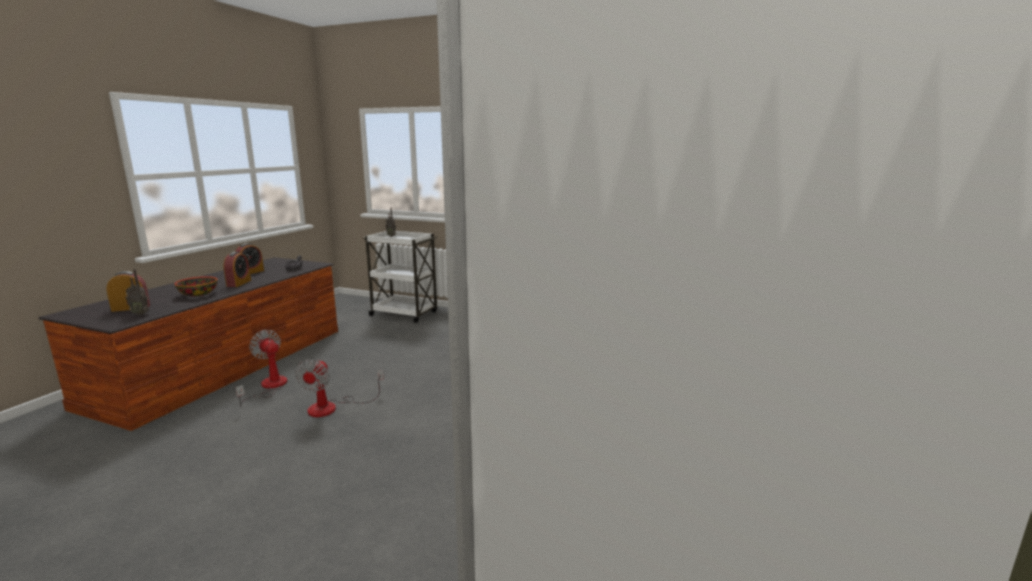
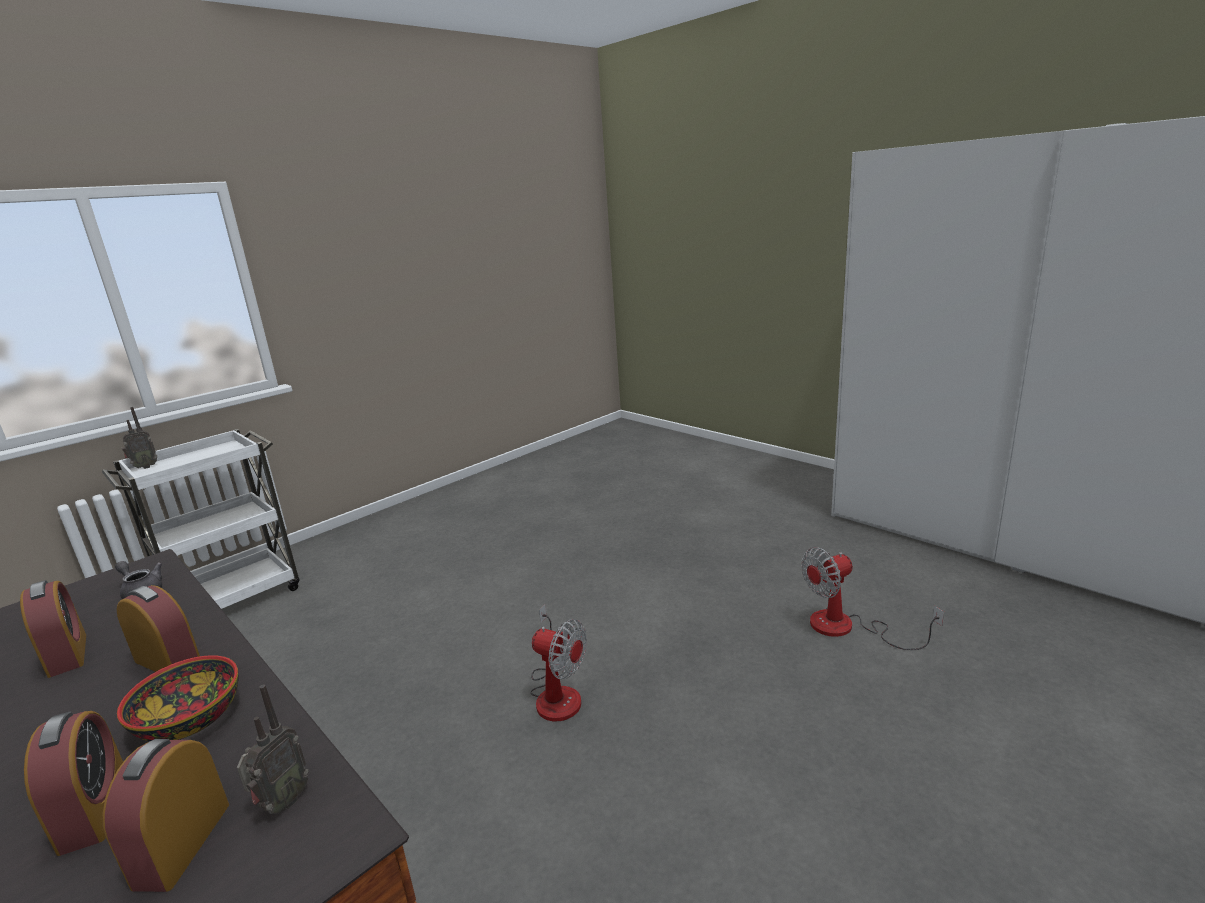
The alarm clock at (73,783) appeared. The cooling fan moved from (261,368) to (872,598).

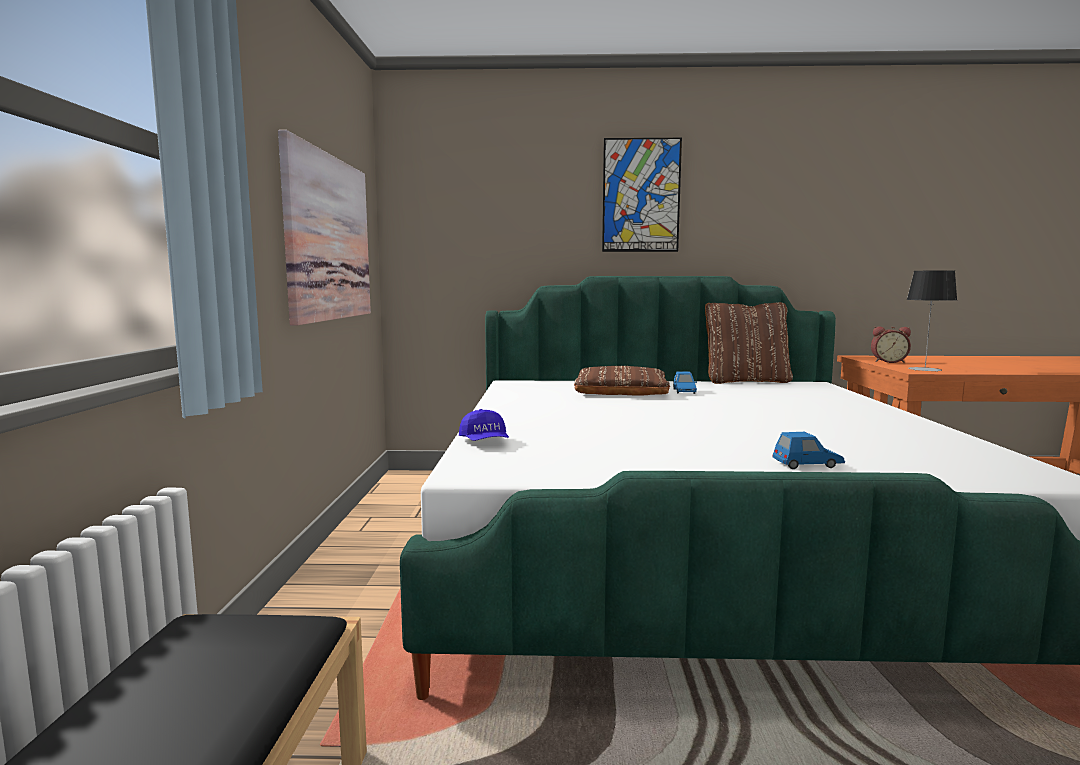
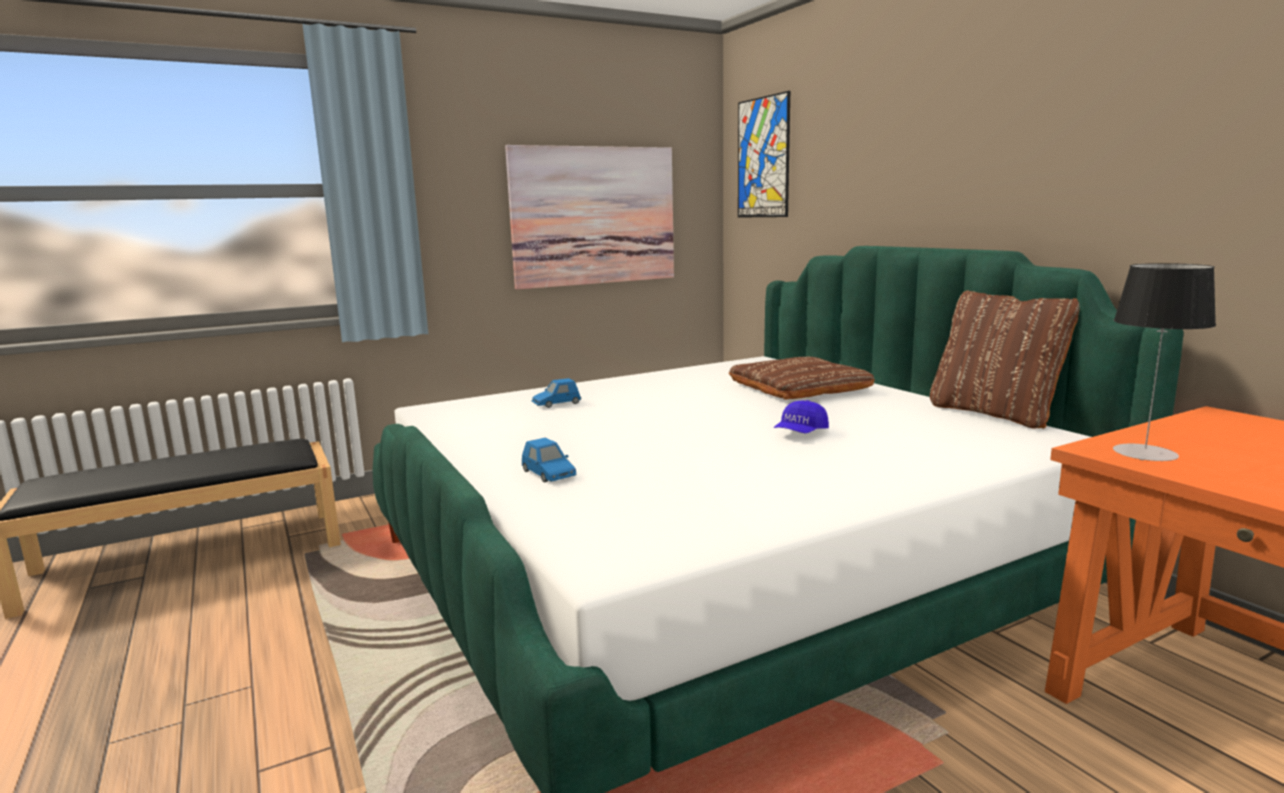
The alarm clock at (891,344) disappeared. The blue baseball cap moved from (484,425) to (801,416). The wall art moved from (642,195) to (764,154). The blue model car moved from (685,383) to (556,393).

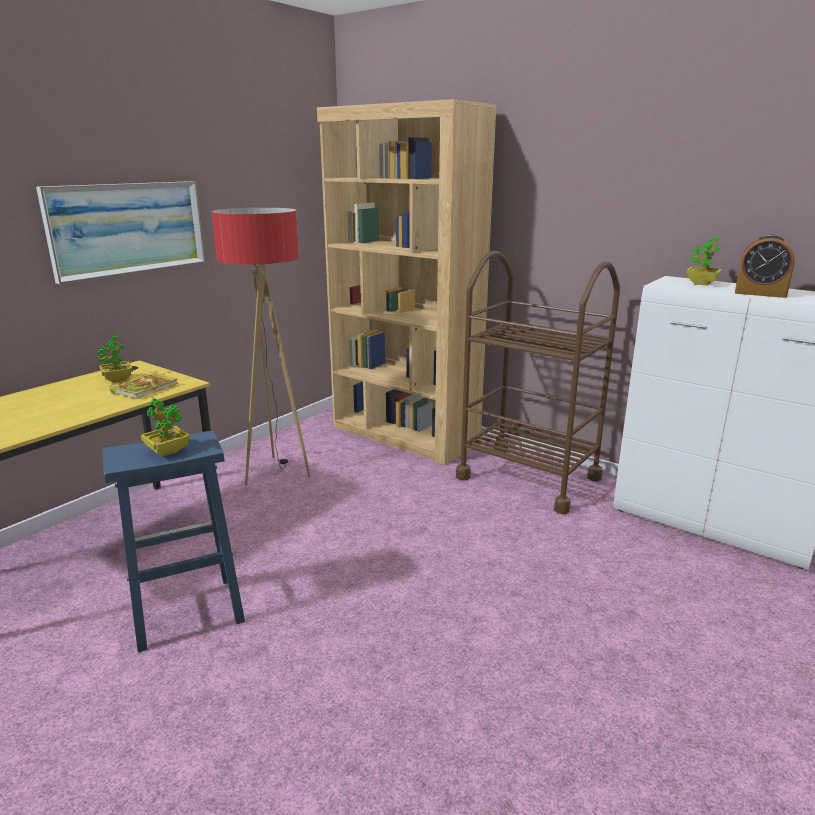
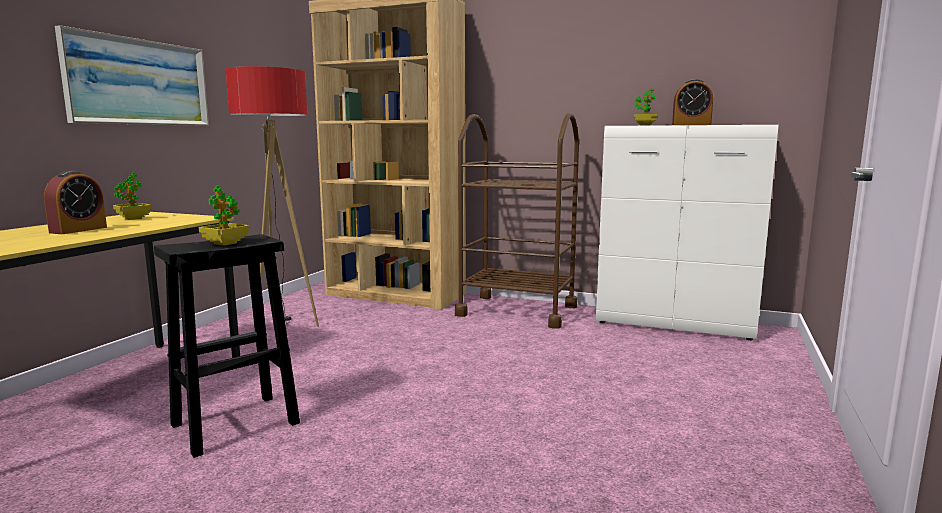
The book at (143,385) disappeared. The alarm clock at (75,202) appeared. The blue stool seat at (174,541) became the blackish stool seat at (227,346).

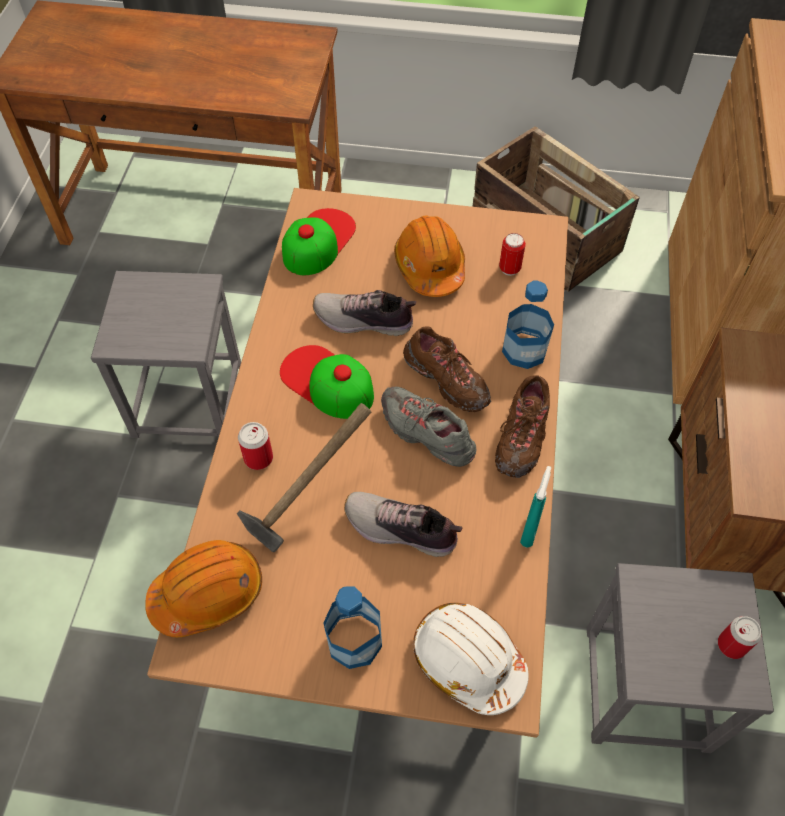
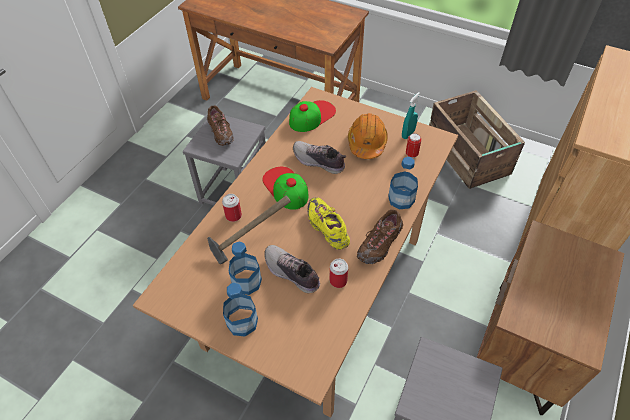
The orange-coloured safety helmet at (203,588) disappeared. The white-coloured safety helmet at (471,659) disappeared. The drink bottle at (245,268) appeared. The brown-coloured low shoe moved from (447,369) to (220,126). The blue-green sprayer moved from (535,506) to (411,115). The metal can moved from (740,637) to (339,273). The gray low shoe at (428,427) became the yellow-coloured low shoe at (328,223).

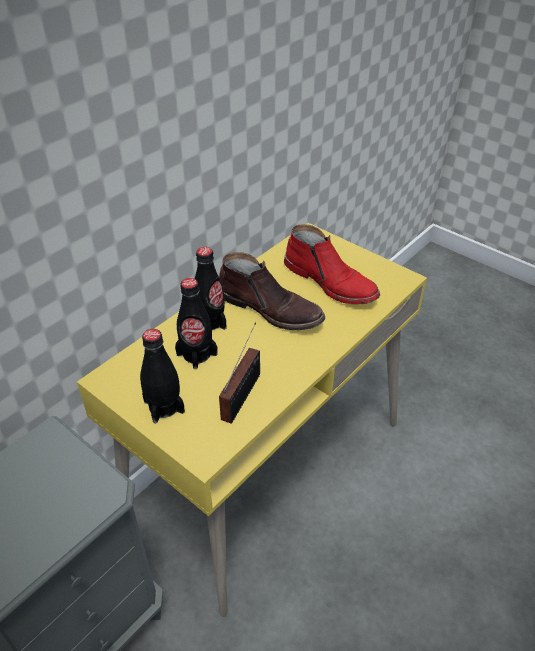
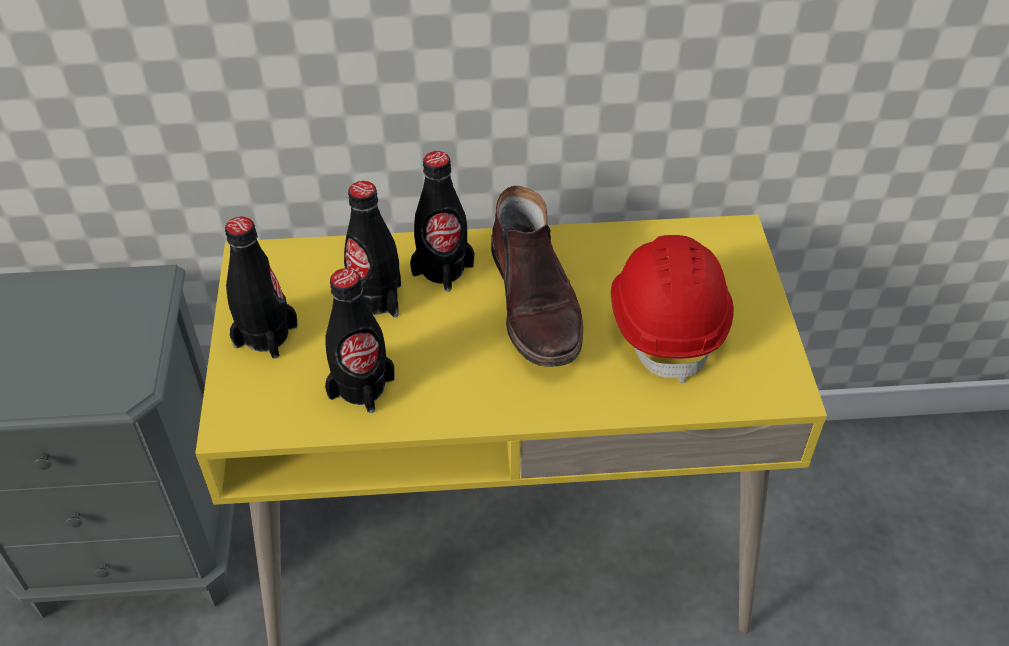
The radio receiver at (239,373) was replaced by the blackish drink bottle at (360,340). The red high-top boot at (332,264) was replaced by the red safety helmet at (672,309).

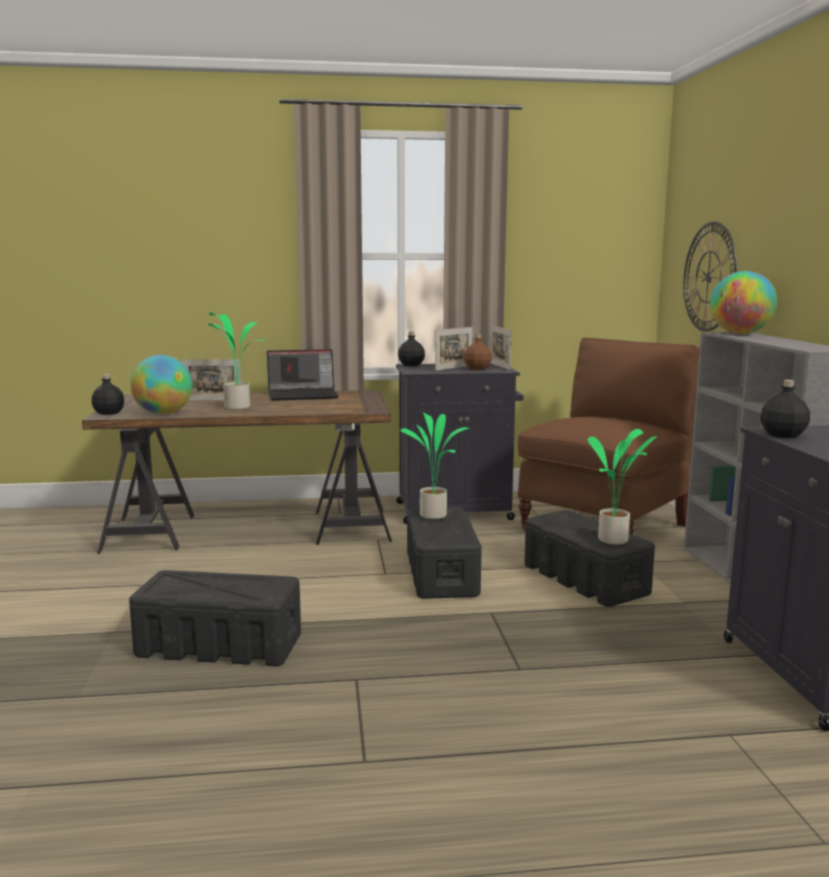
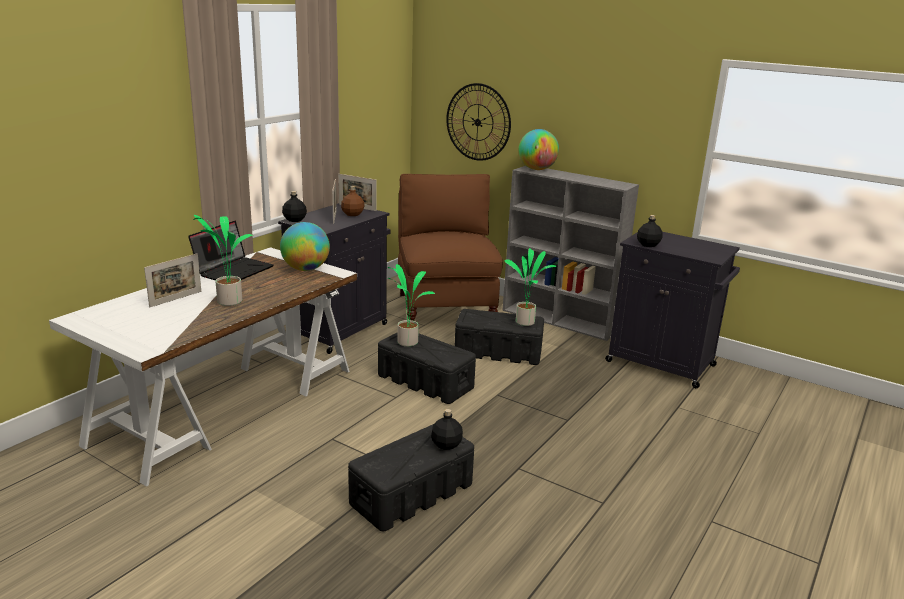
The blackish drink bottle moved from (108,394) to (447,429). The world globe moved from (161,384) to (305,246). The brown-coloured desk at (237,472) became the white-coloured desk at (203,367).

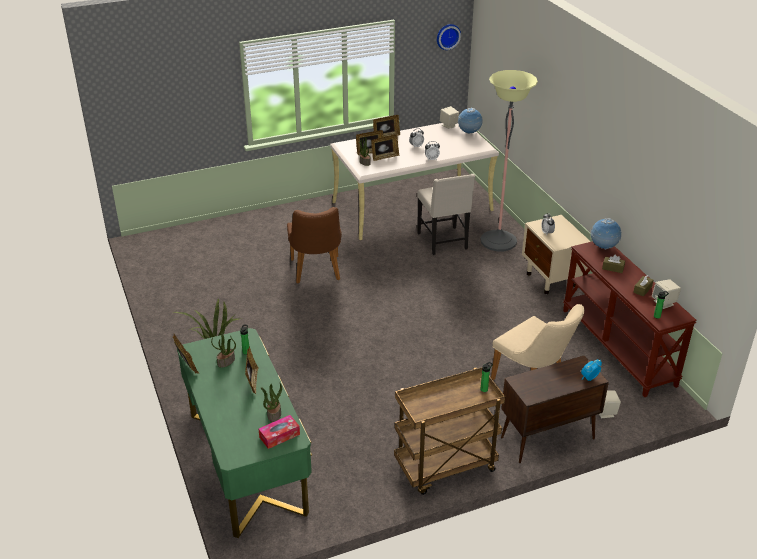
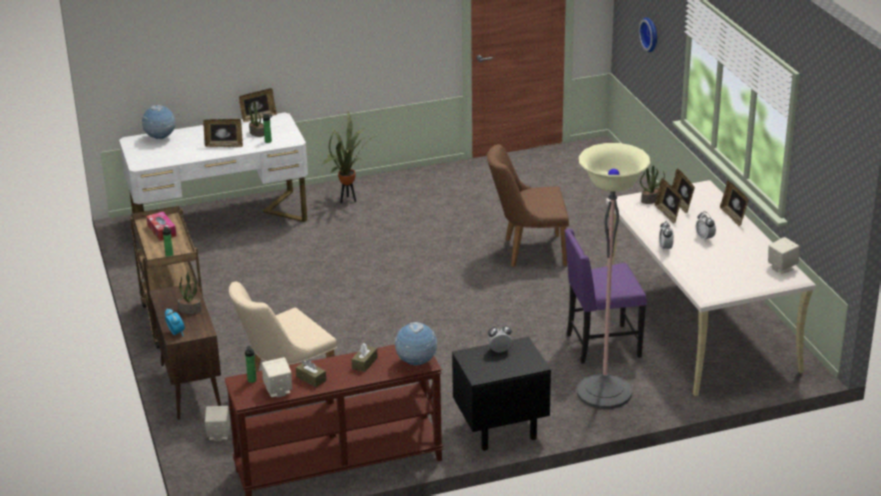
The tissue box moved from (279,432) to (161,226). The potted plant moved from (271,402) to (190,293). The hanging clock moved from (449,37) to (648,34). The world globe moved from (470,121) to (159,122). The green desk at (244,433) became the white-coloured desk at (213,167). The beige-coloured upright chair at (446,214) became the purplish upright chair at (605,296). The beige-coloured bedside table at (556,254) became the blackish bedside table at (501,393).

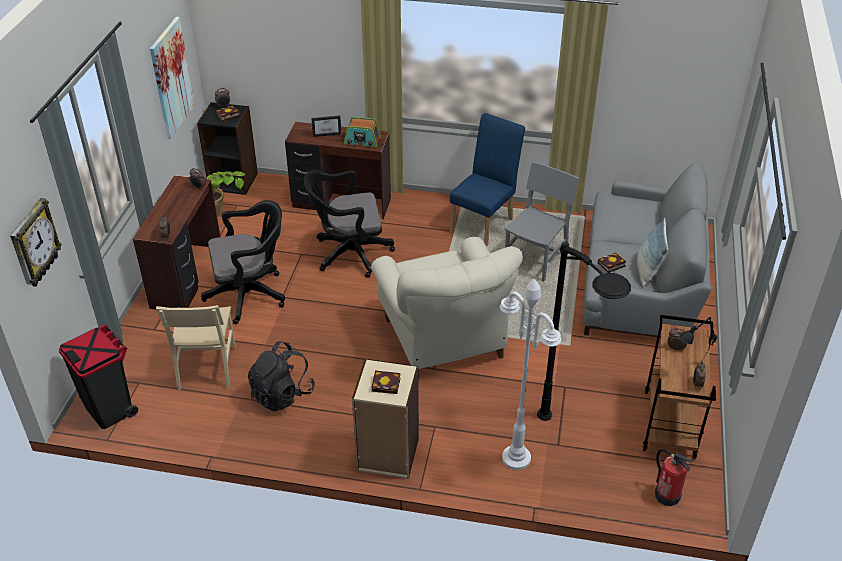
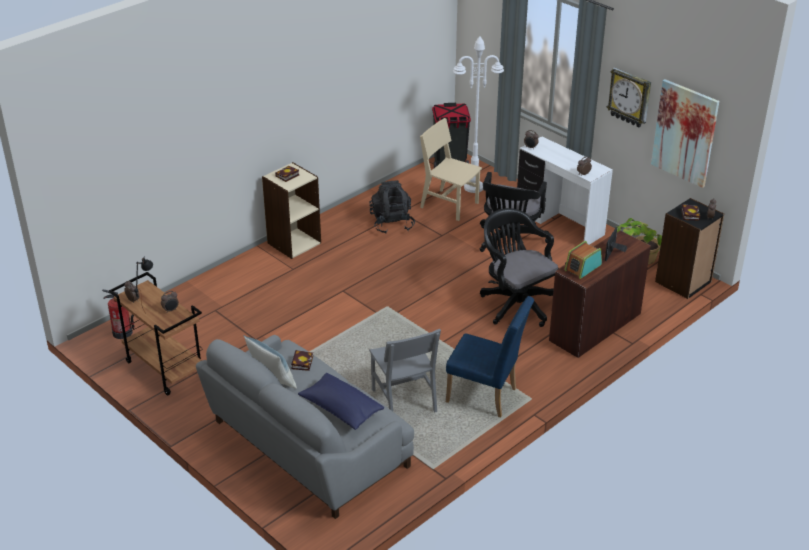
The beige-coloured easy chair at (447,303) disappeared. The blackish floor lamp at (584,331) disappeared. The blue pillow at (341,401) appeared. The hanging clock moved from (36,242) to (629,97). The white-coloured floor lamp moved from (530,374) to (478,114). The brown-coloured desk at (176,242) became the white-coloured desk at (565,190). The blackish desk chair at (349,224) turned 60 degrees counterclockwise. The blue upright chair at (487,179) turned 45 degrees counterclockwise.

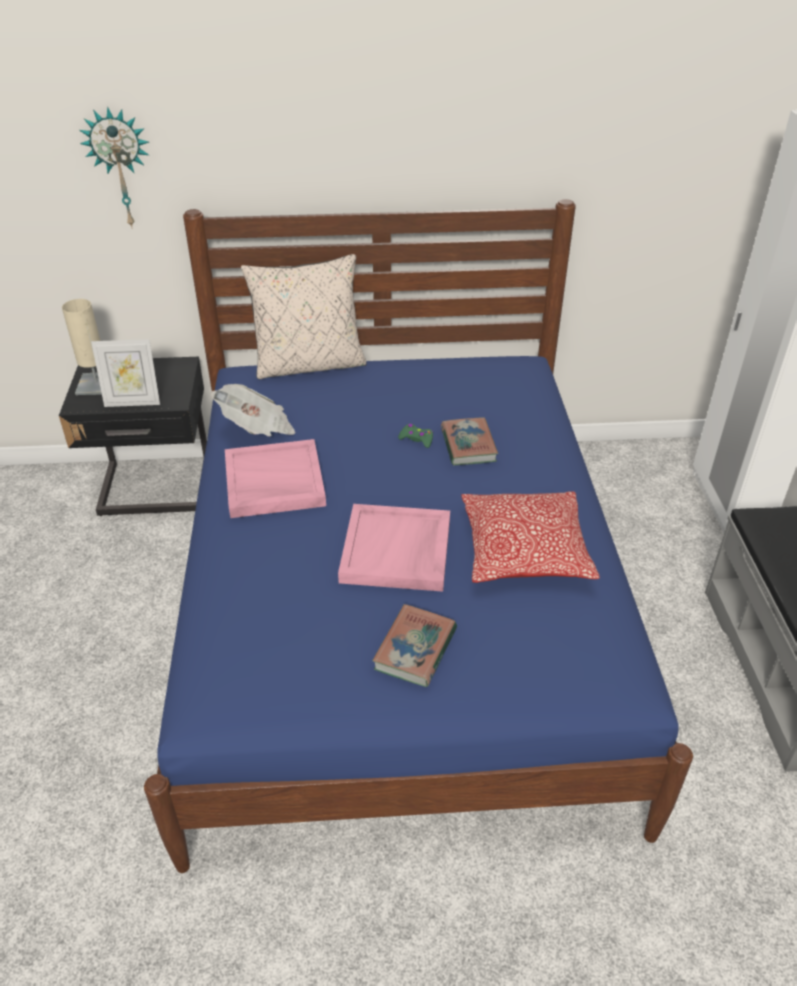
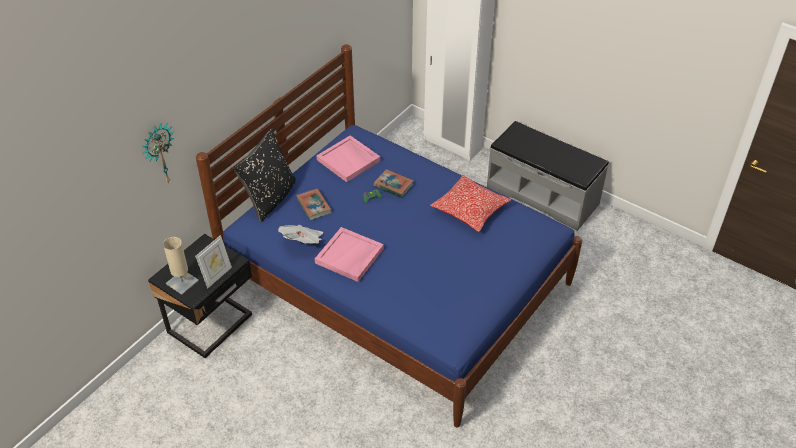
The pinkish carrying tray moved from (394,548) to (348,158). The book moved from (414,645) to (314,204). The beige-coloured pillow at (304,316) became the blackish pillow at (264,175).

